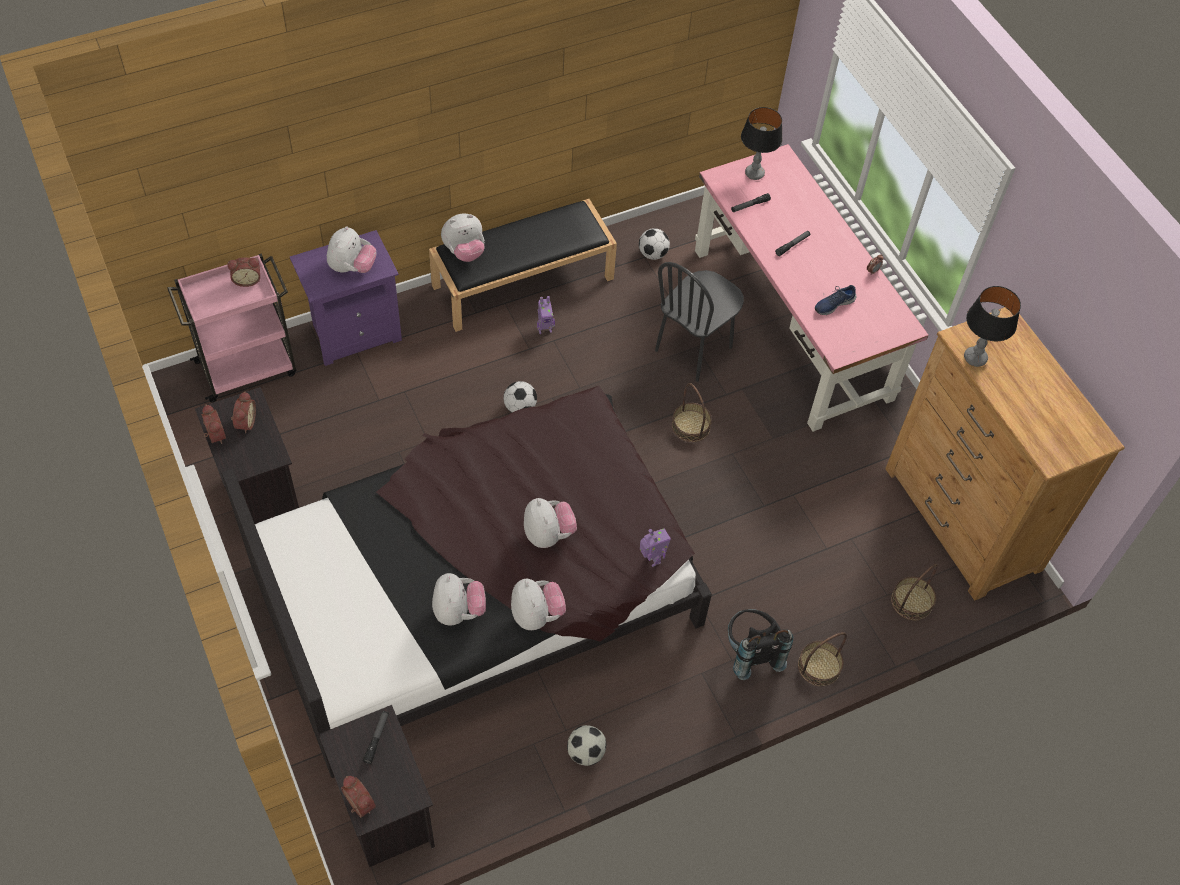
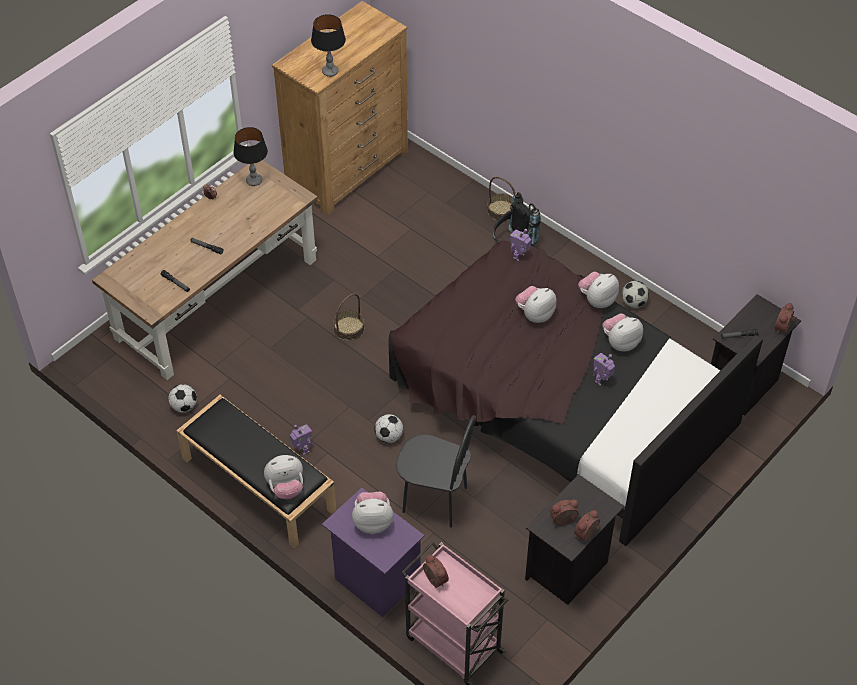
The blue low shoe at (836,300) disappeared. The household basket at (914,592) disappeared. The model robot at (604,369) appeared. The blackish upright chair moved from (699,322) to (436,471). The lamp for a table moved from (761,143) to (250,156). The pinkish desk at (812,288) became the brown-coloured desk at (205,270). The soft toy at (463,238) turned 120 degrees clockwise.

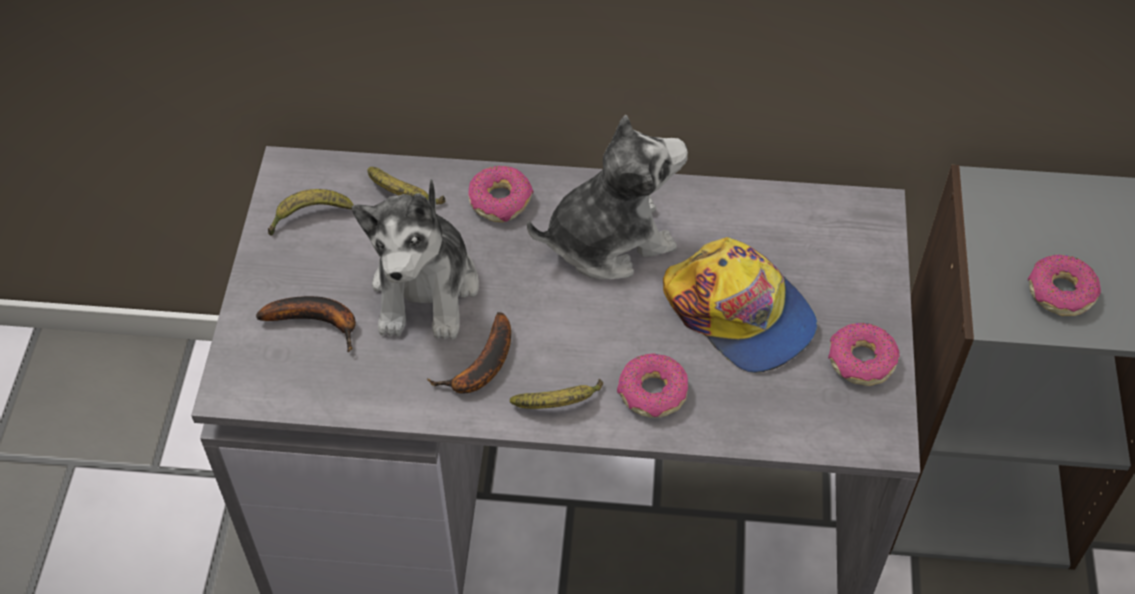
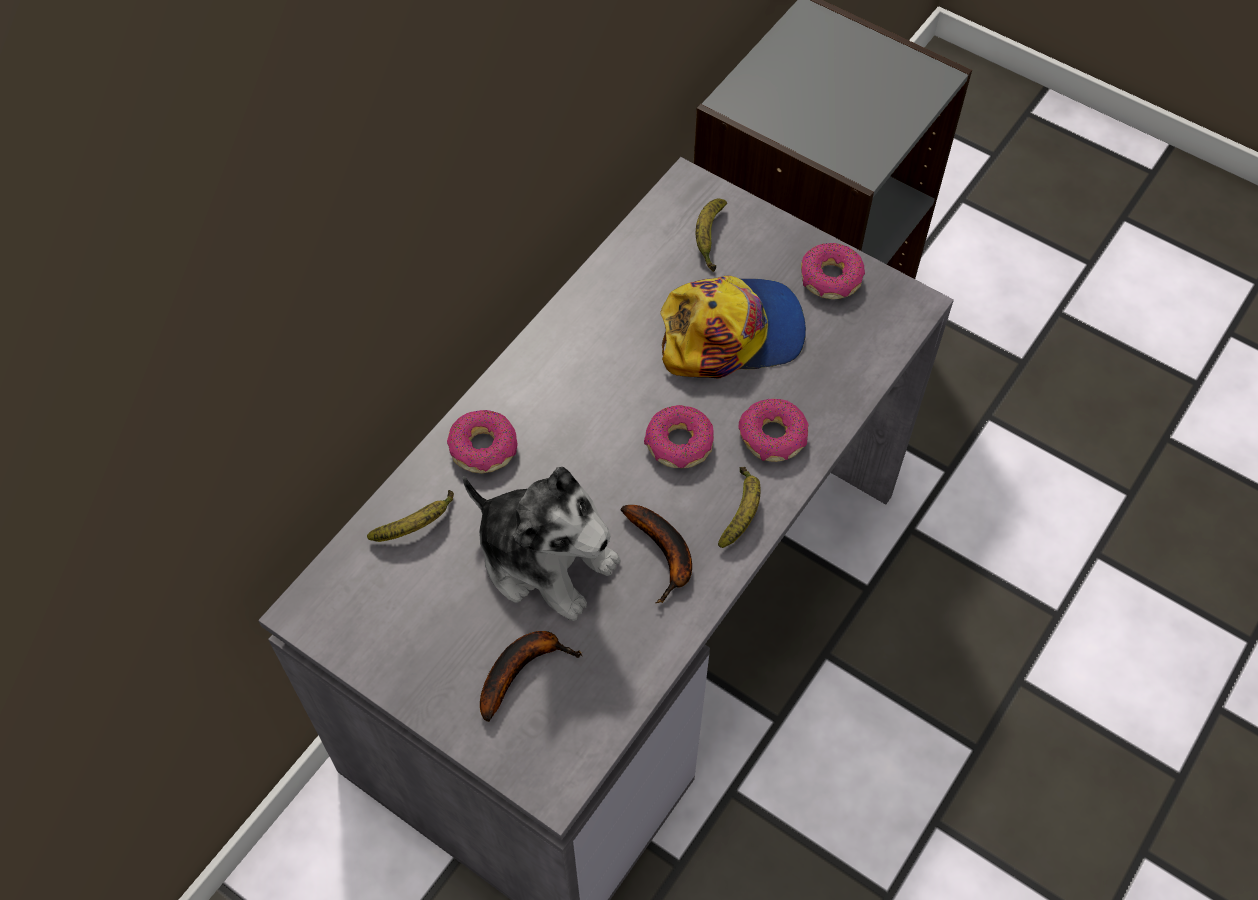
The soft toy at (607,197) disappeared. The banana moved from (311,212) to (711,235). The doughnut moved from (1064,285) to (679,436).

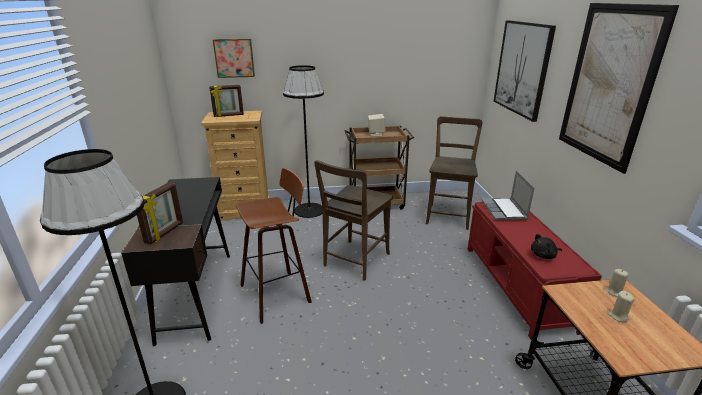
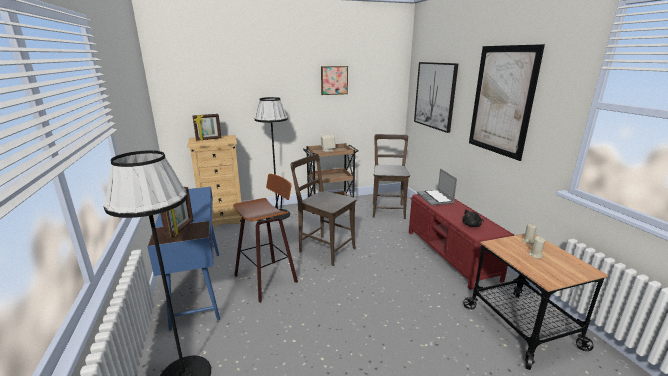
The wall art moved from (234,58) to (334,80). The blackish desk at (175,261) became the blue desk at (183,259). The brown-coloured upright chair at (353,220) turned 105 degrees clockwise.

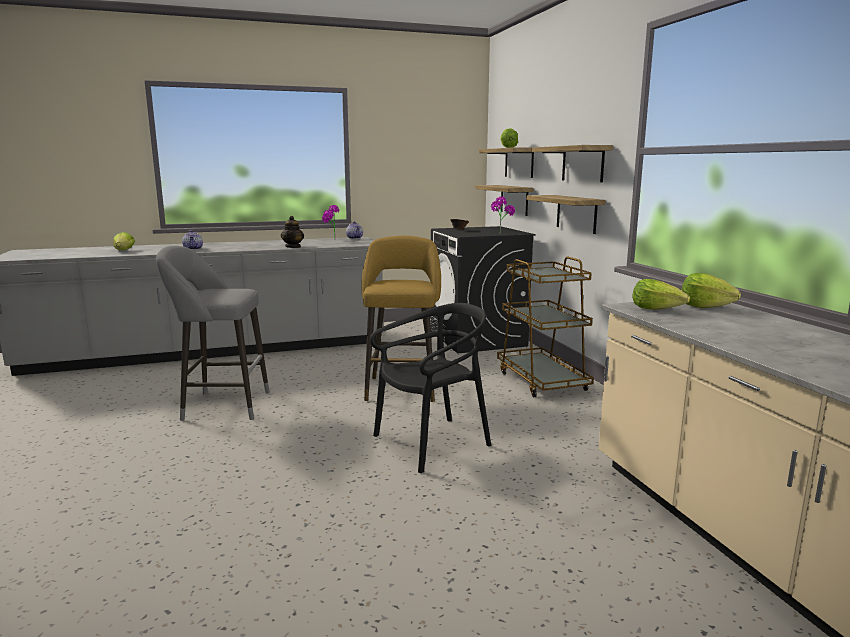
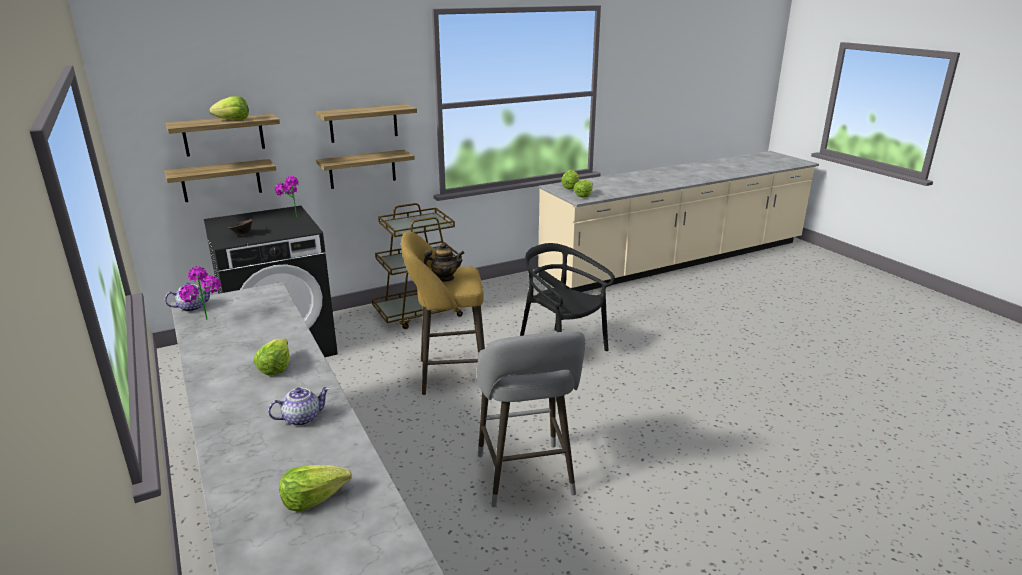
The lettuce head at (272,357) appeared. The pot for tea moved from (292,232) to (444,262).

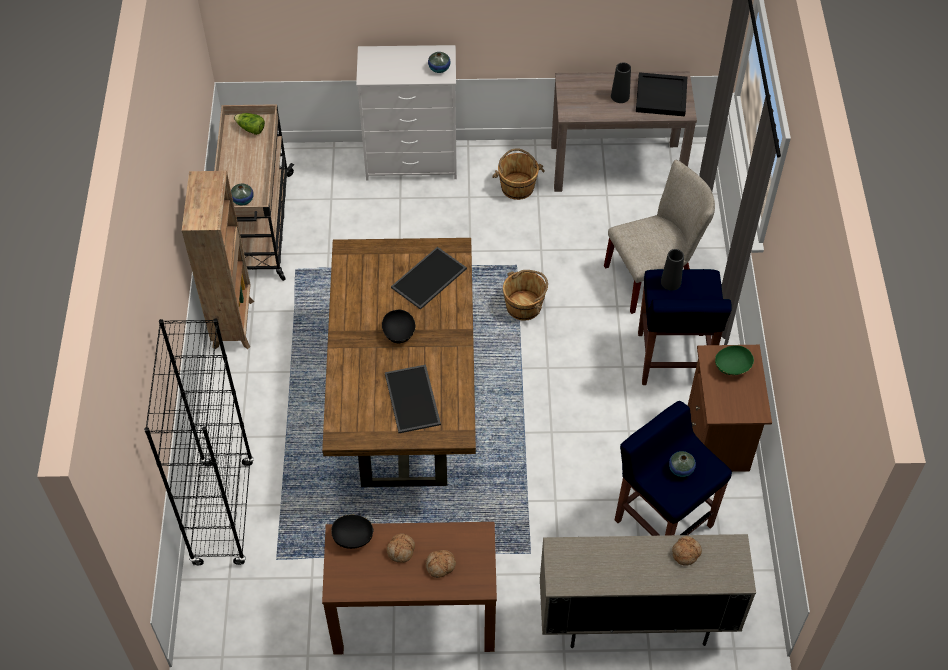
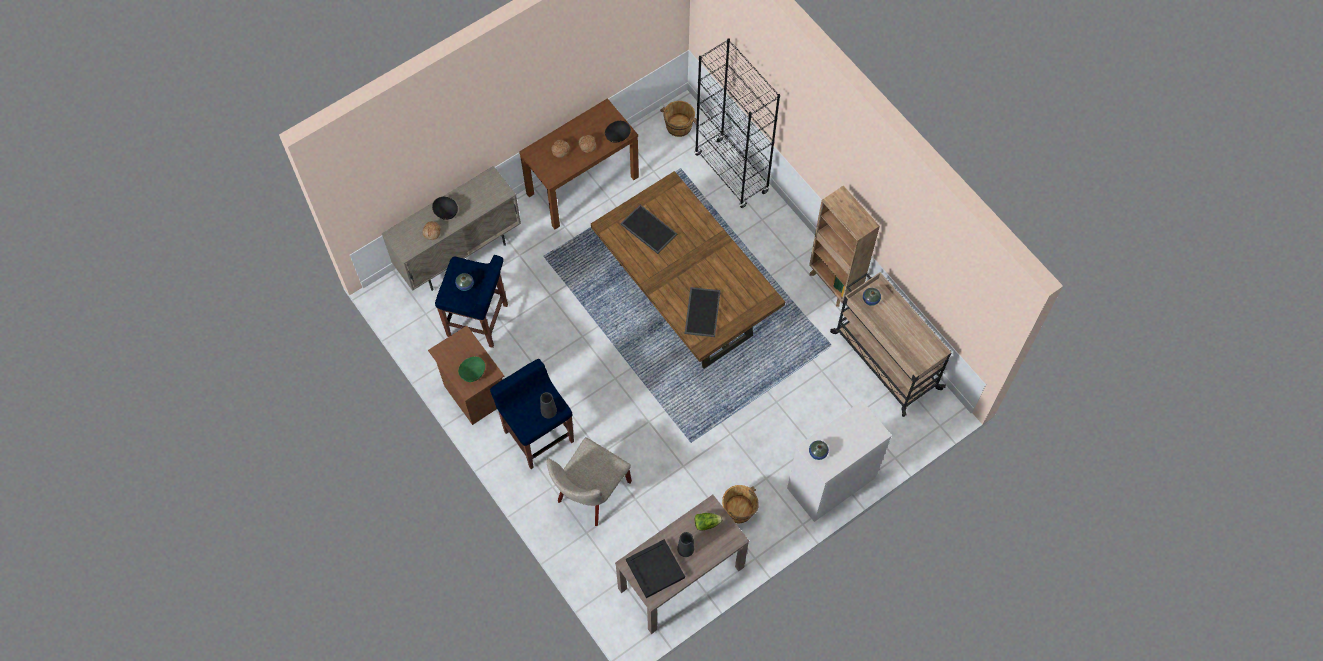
The lettuce head moved from (249,124) to (709,522). The blackish deep dish moved from (399,327) to (445,208). The brown-coloured water bucket moved from (525,295) to (678,119).

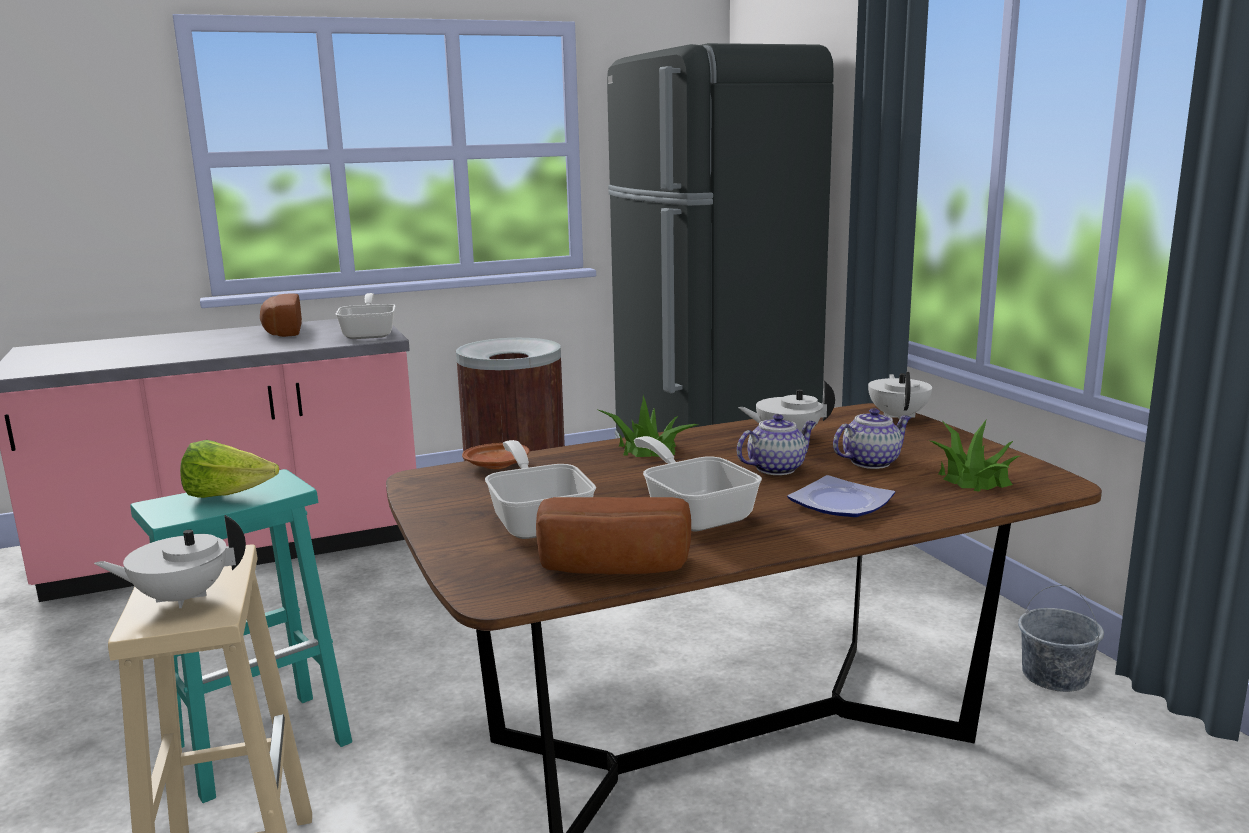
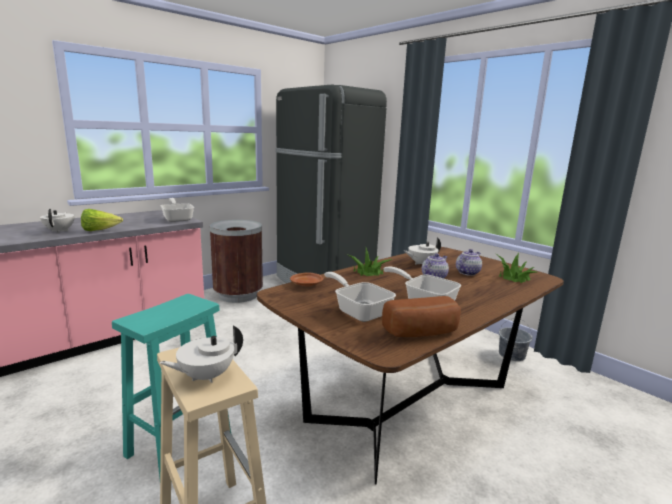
The baked bread at (281,315) disappeared. The flat dish at (841,496) disappeared. The lettuce head moved from (229,469) to (102,220). The white-coloured pot for tea moved from (900,396) to (57,221).

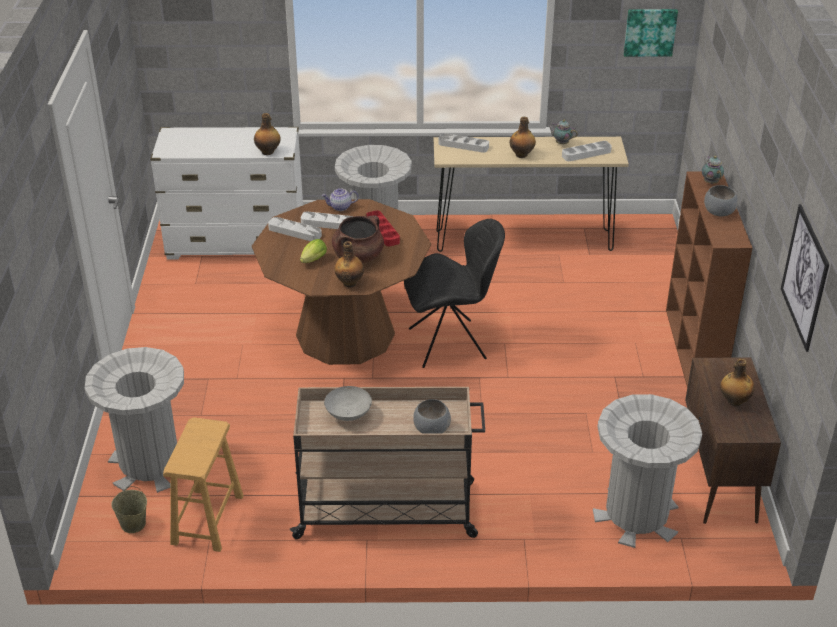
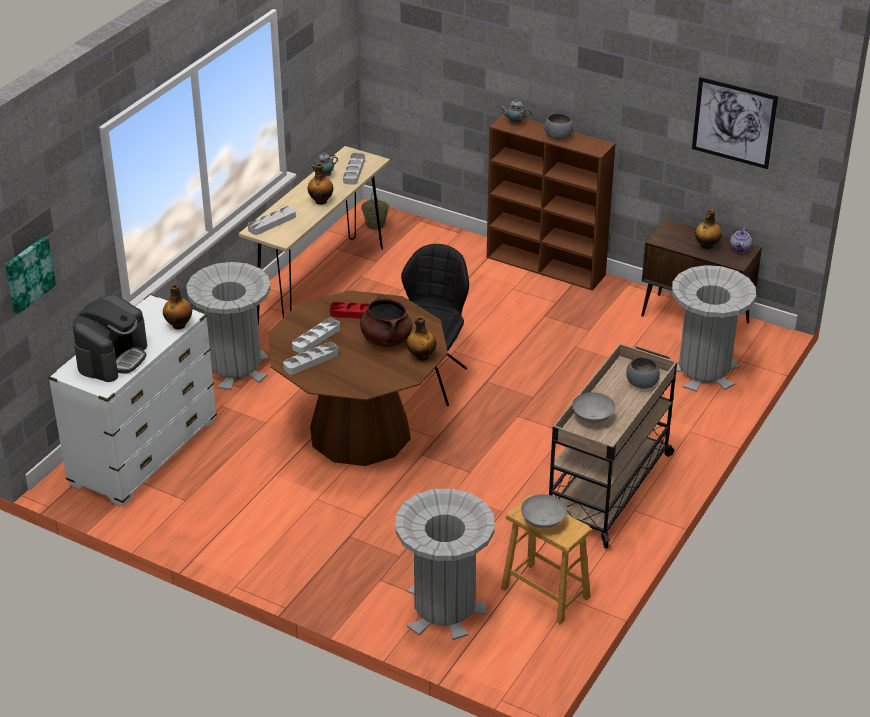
The lettuce head at (313,251) disappeared. The coffee machine at (110,338) appeared. The gray deep dish at (544,511) appeared. The beige-coloured water bucket moved from (129,509) to (375,211). The pot for tea moved from (340,199) to (741,240). The wall art moved from (651,33) to (30,275).

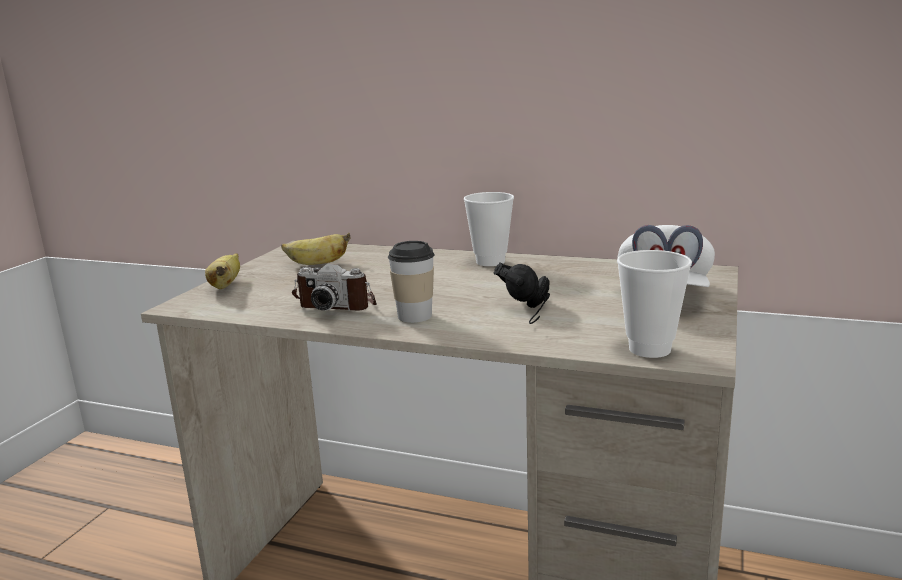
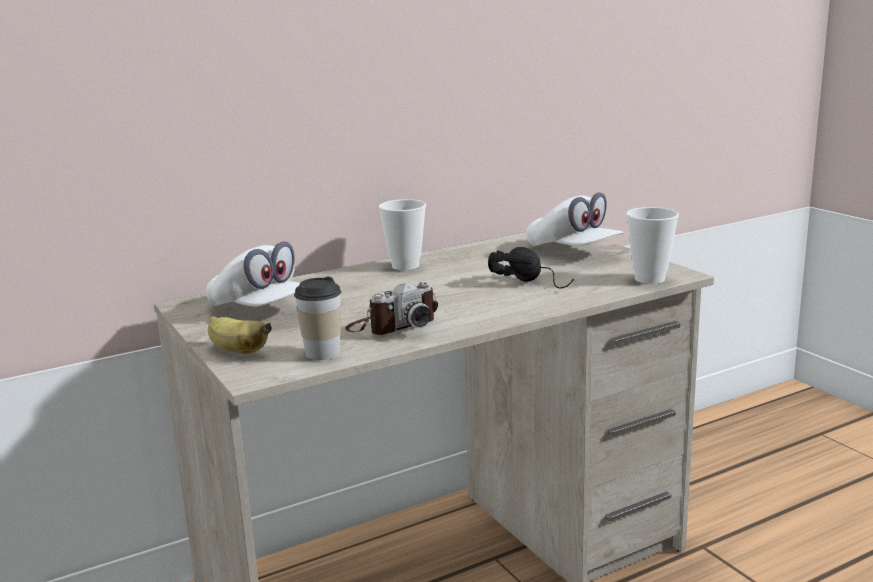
The small cup moved from (411,282) to (317,318). The banana at (316,249) was replaced by the white-coloured baseball cap at (253,274).

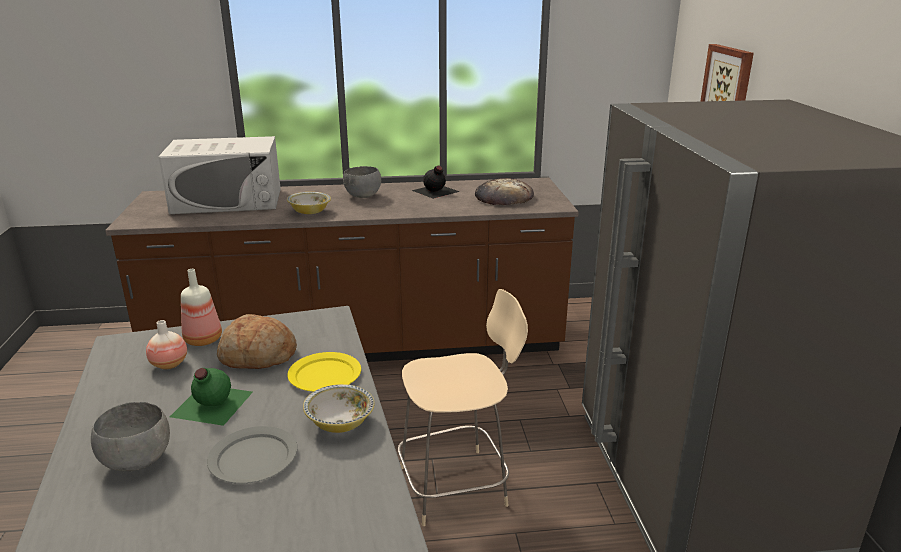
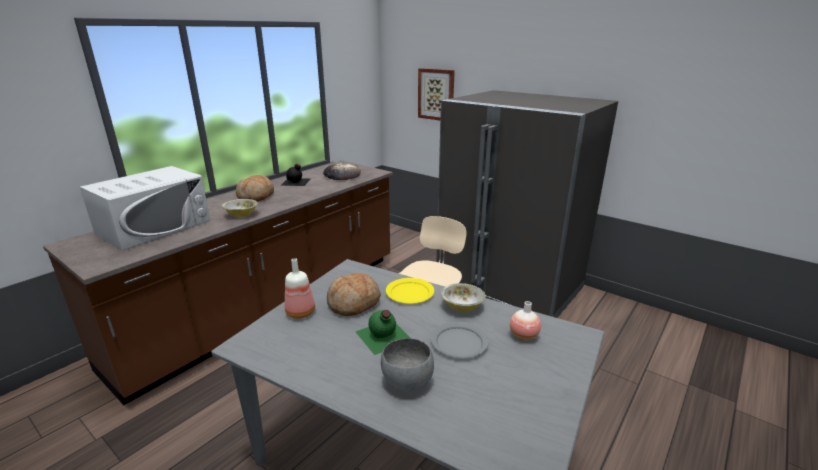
The vase moved from (166,345) to (525,320). The gray deep dish at (362,182) was replaced by the baked bread at (255,188).

